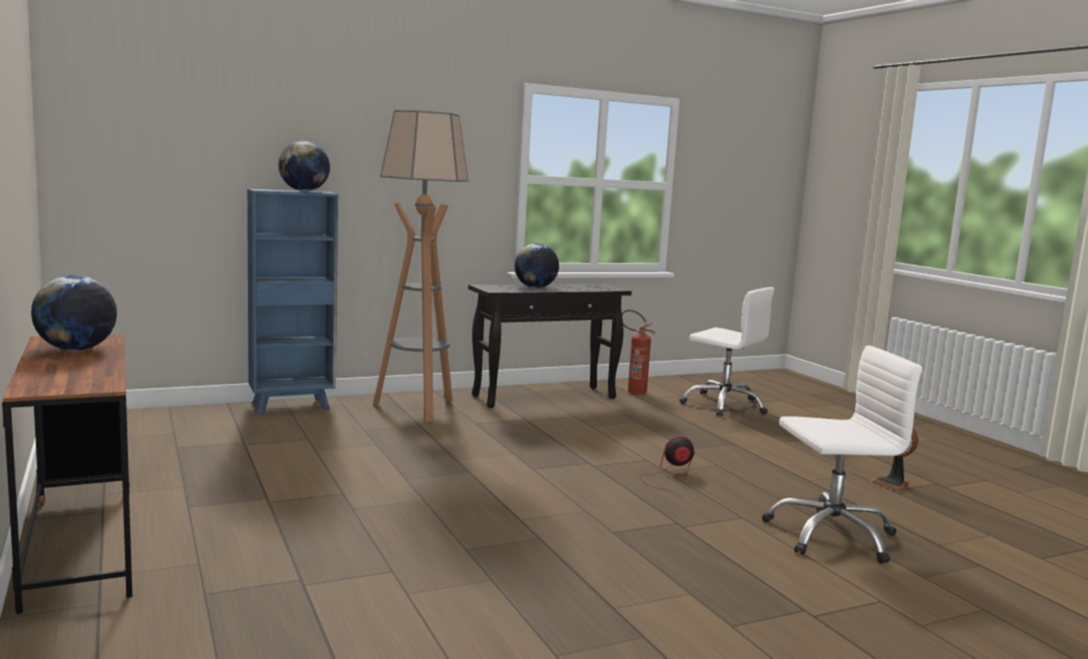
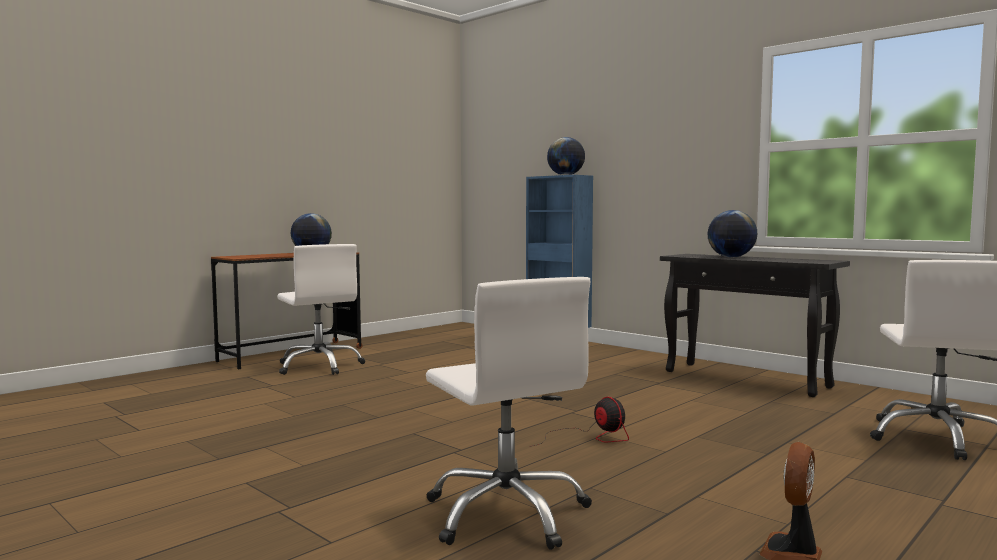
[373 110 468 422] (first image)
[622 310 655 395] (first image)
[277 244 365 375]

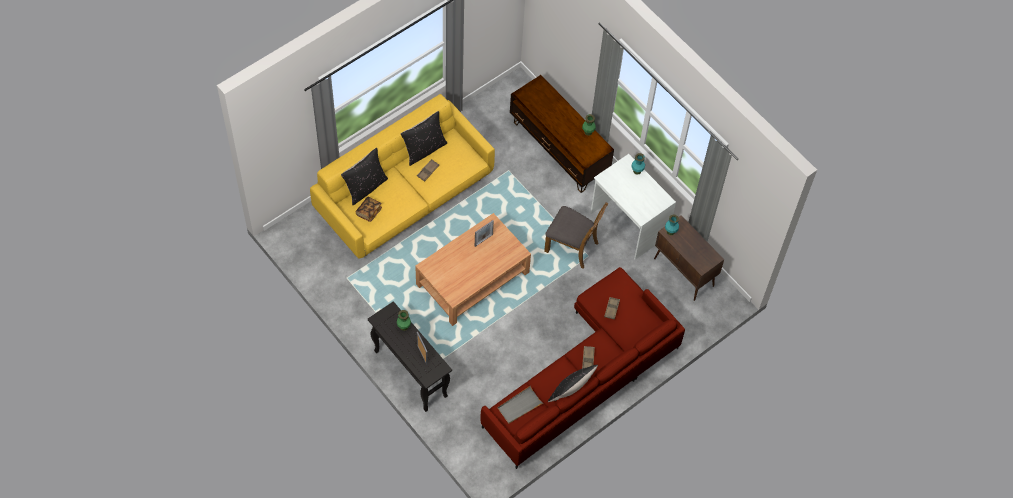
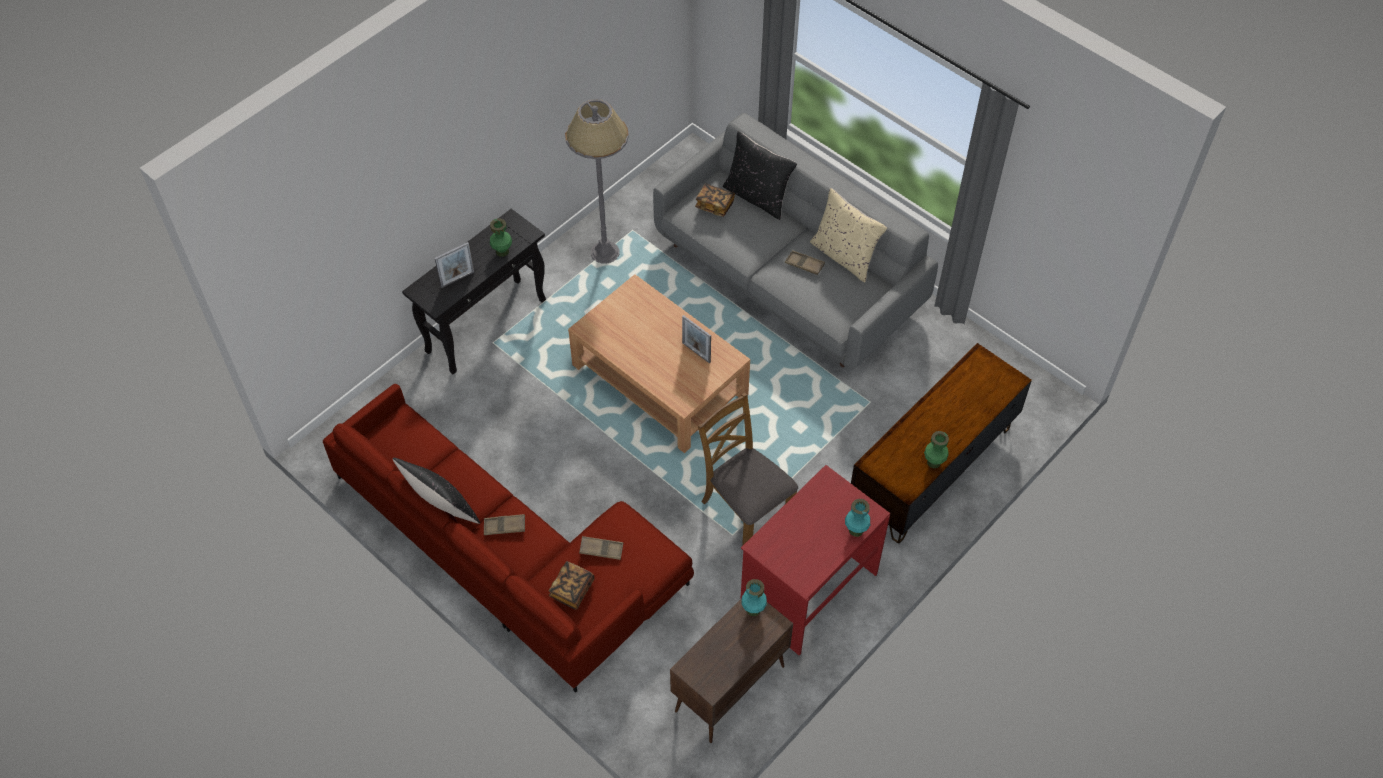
[498 385 543 424] (first image)
[549 561 594 610]
[565 99 629 263]
[653 113 938 369]
[810 188 887 283]
[741 465 890 656]
[698 393 798 546]

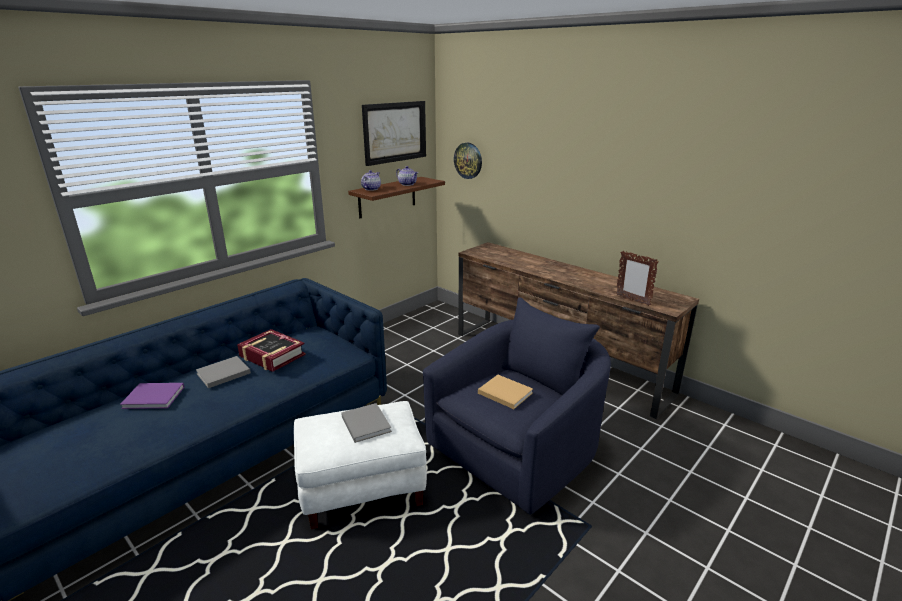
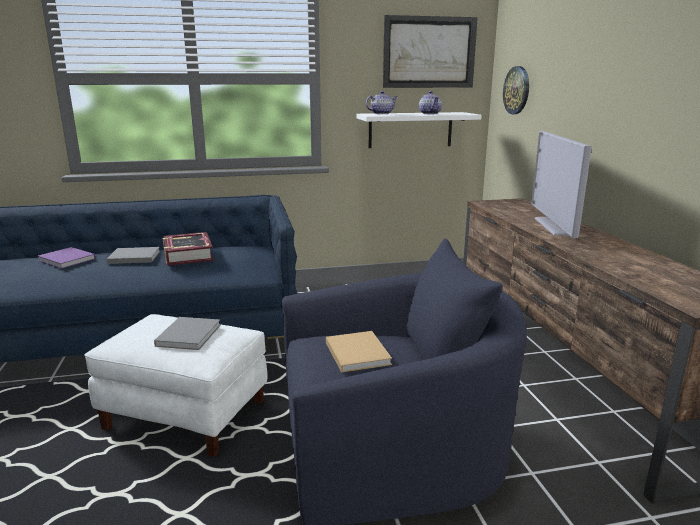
[616 251 659 306] (first image)
[531 131 592 238]
[356 112 481 148]

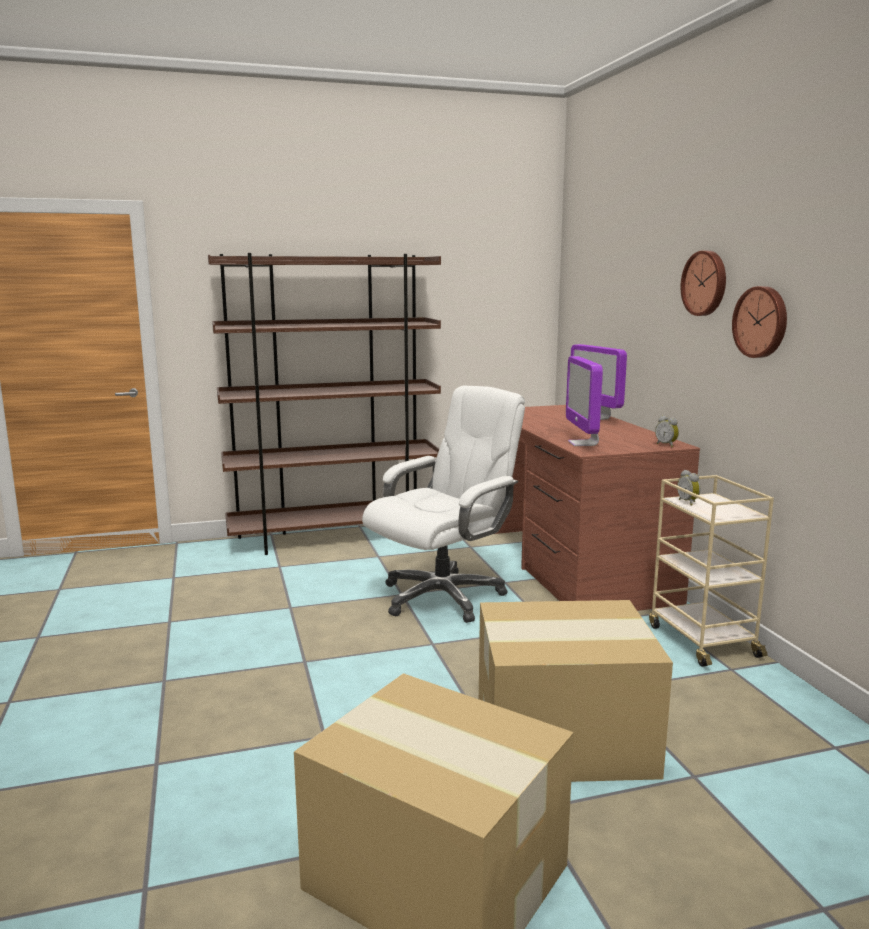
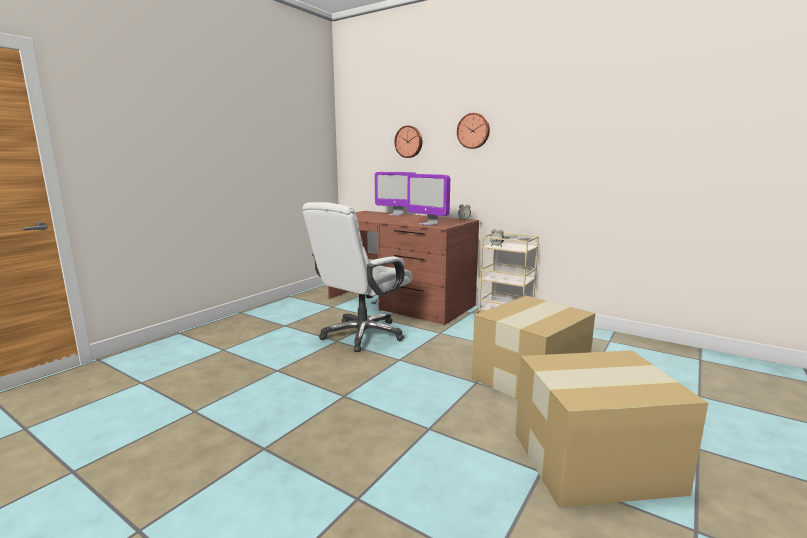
[208 253 441 555] (first image)
[394 126 423 158]
[303 202 412 352]

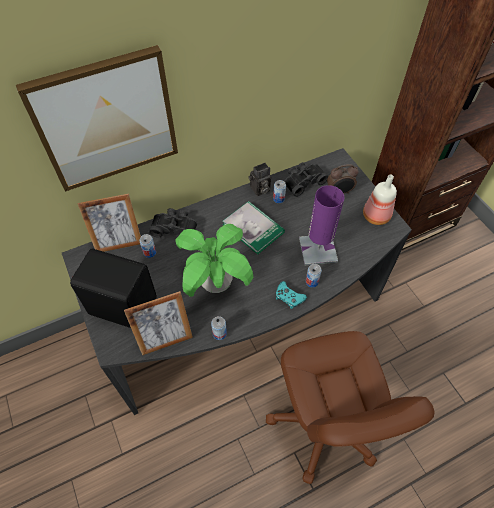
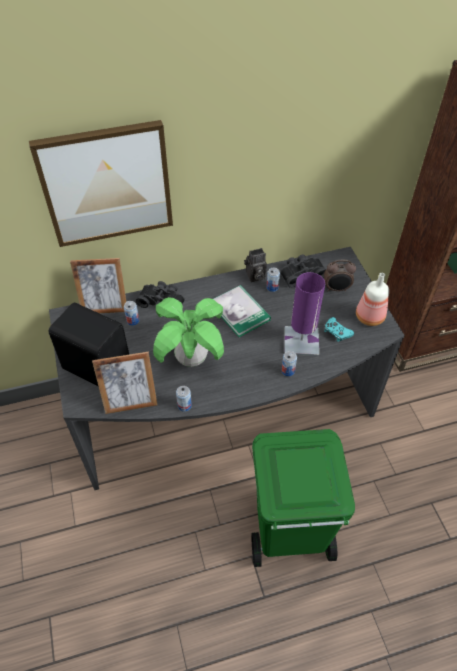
[324 317 354 342]
[251 429 355 567]

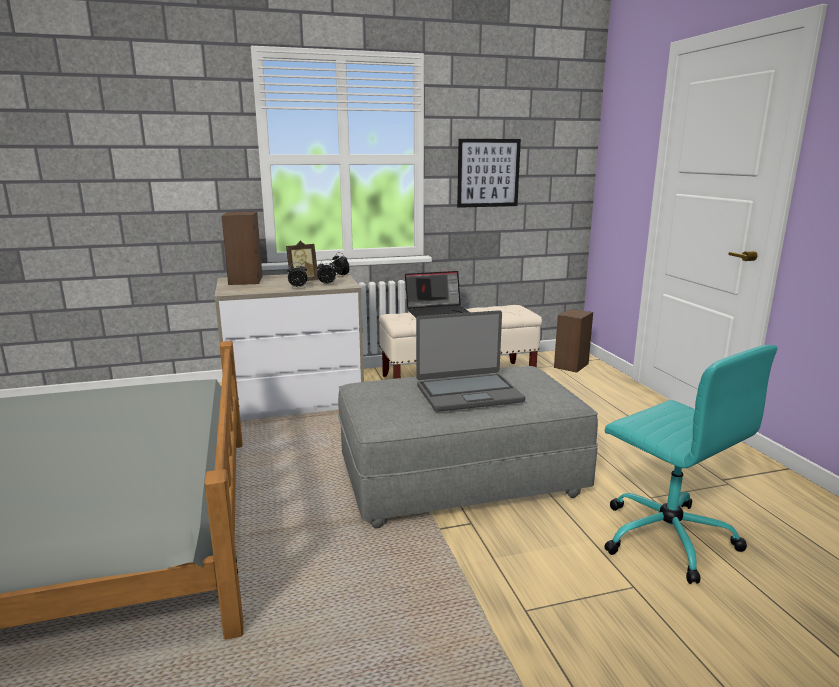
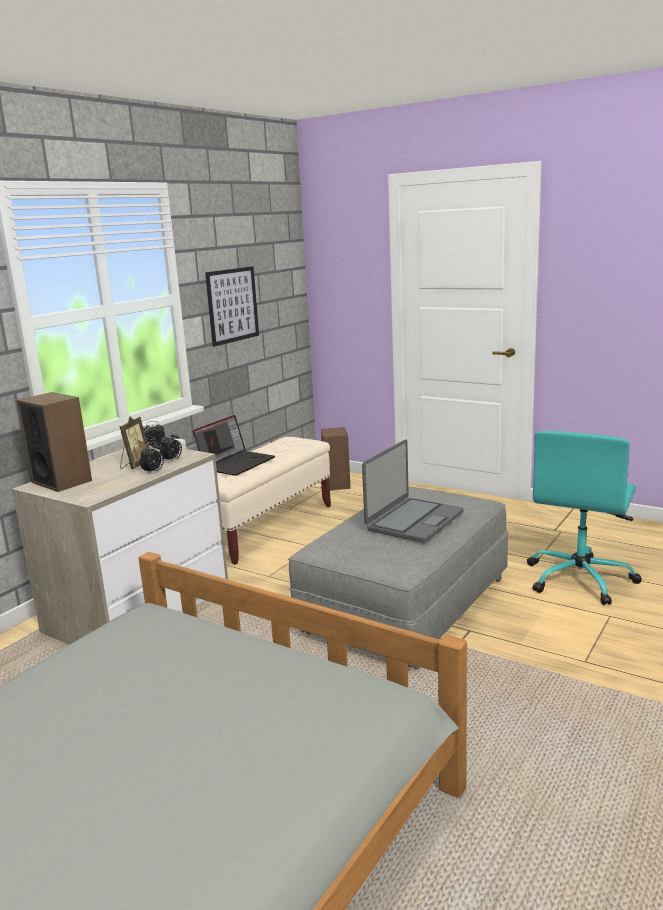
[527 431 642 605]

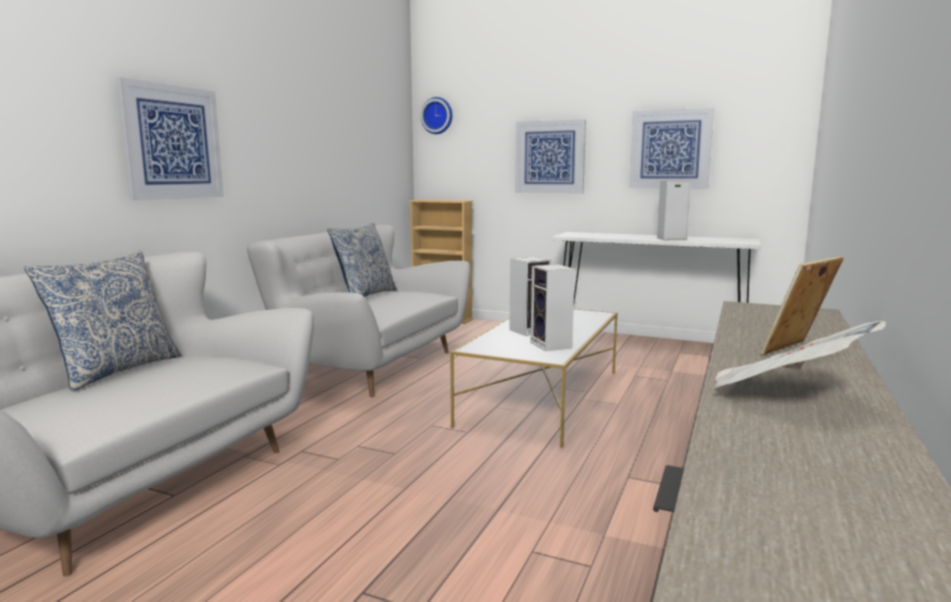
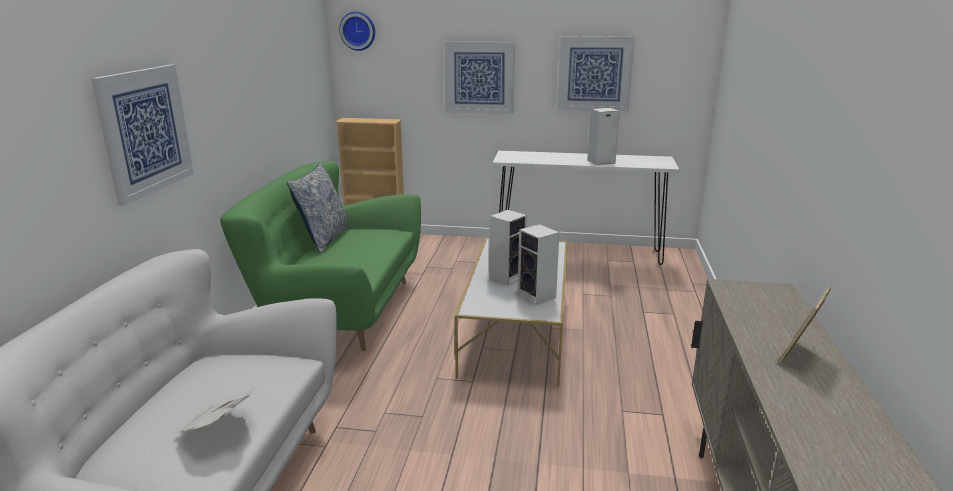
[24 251 182 391] (first image)
[177 387 259 433]
[220 161 421 351]

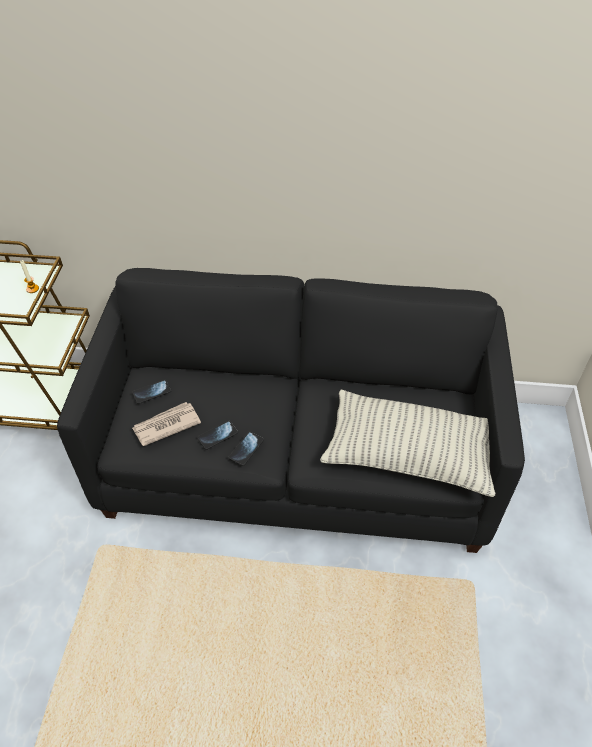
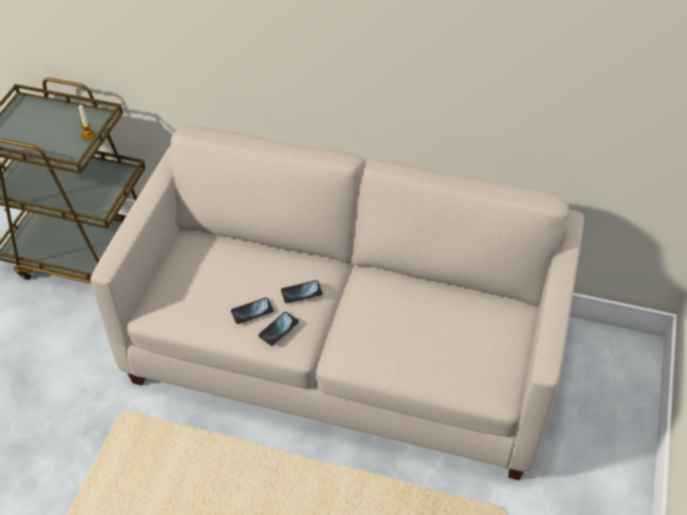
[132 402 201 446] (first image)
[320 390 496 497] (first image)
[281 280 323 303]
[91 125 584 480]

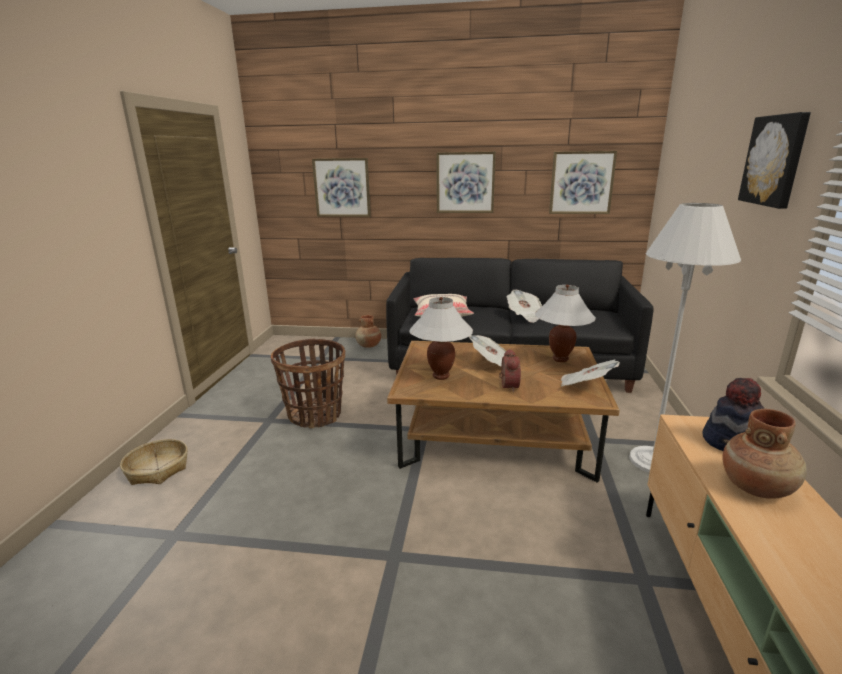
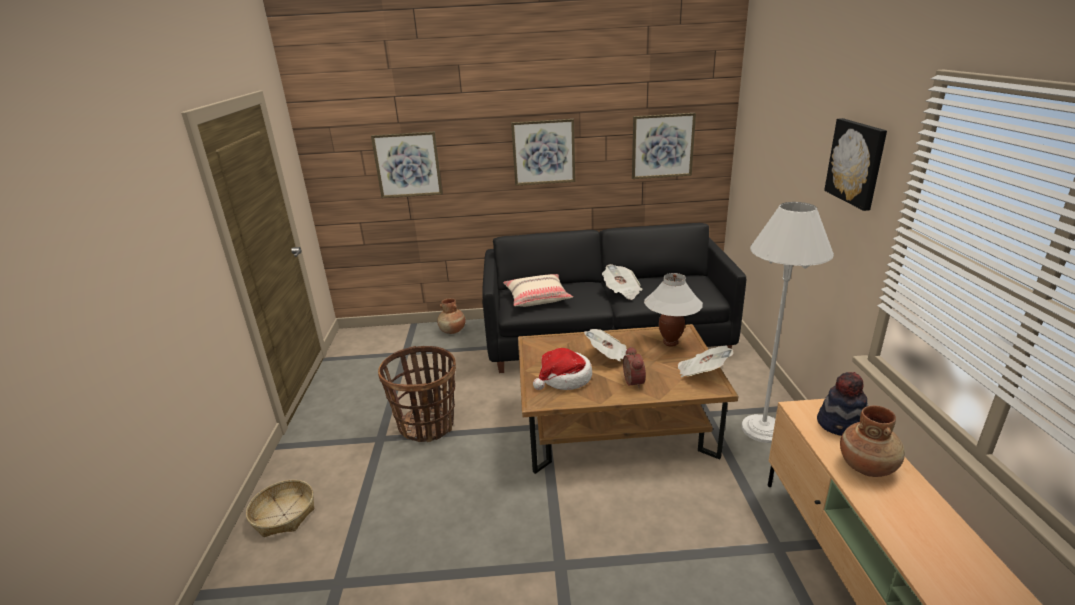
[533 348 592 390]

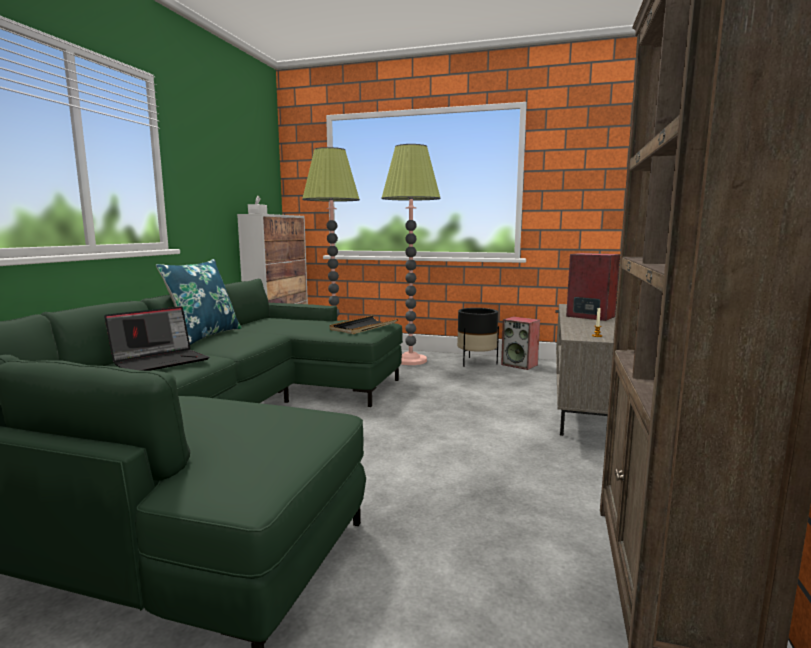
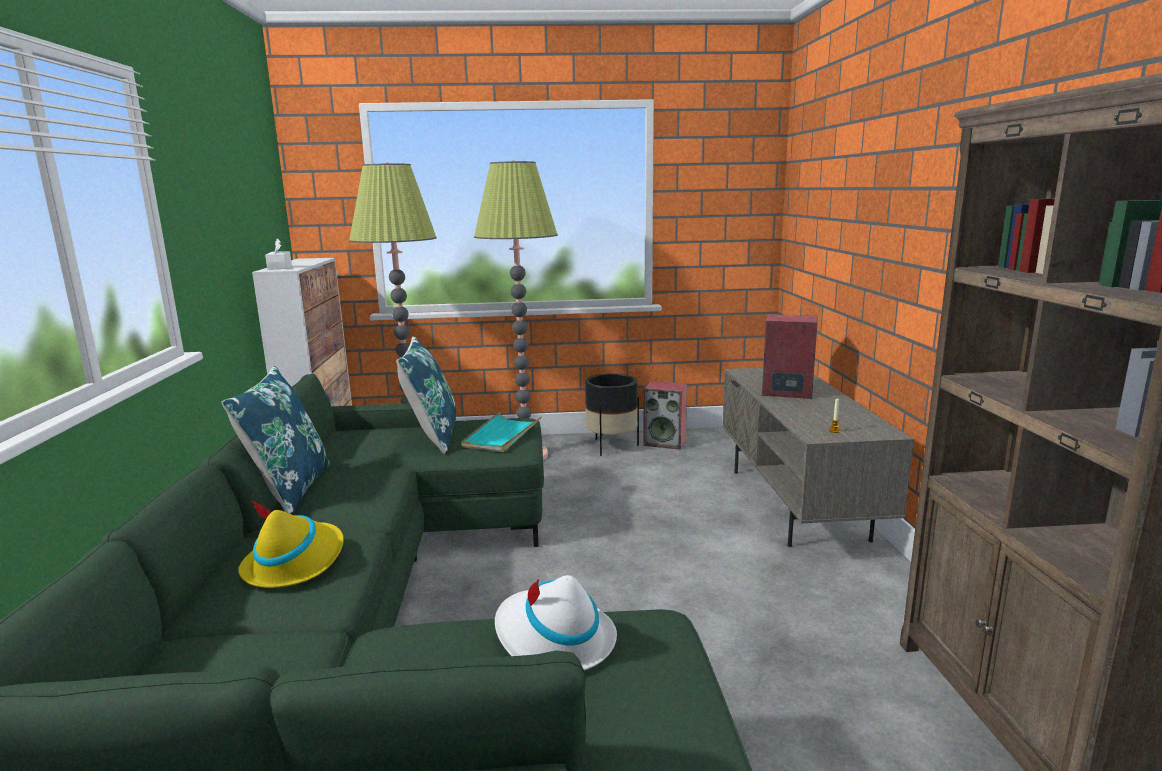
[397 336 456 455]
[495 575 617 671]
[238 499 344 588]
[461 412 542 452]

